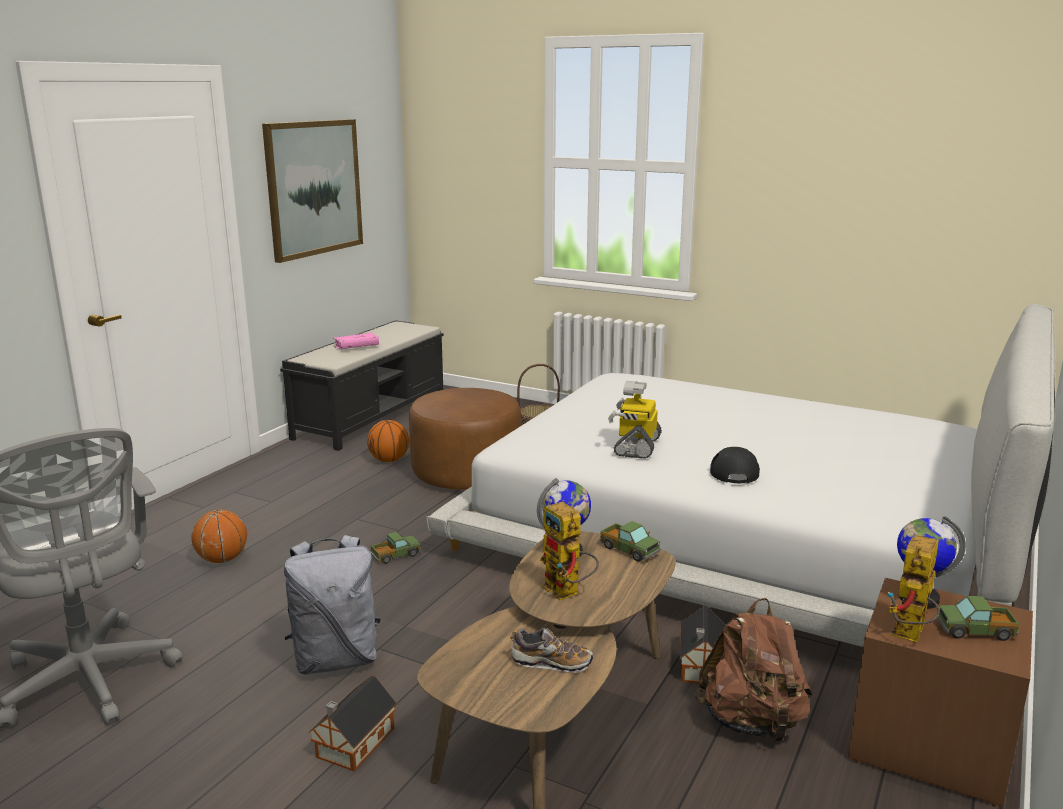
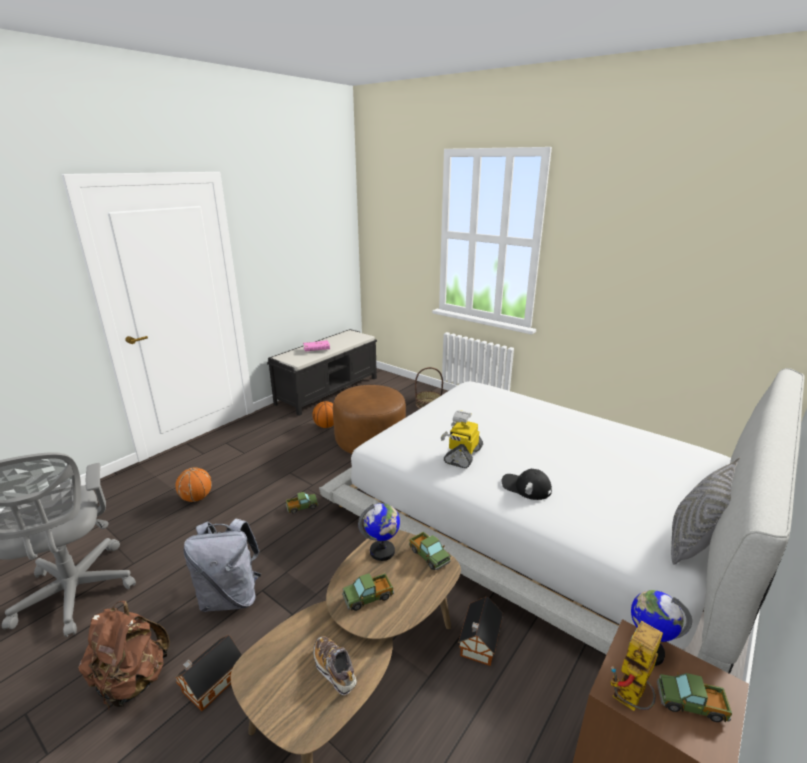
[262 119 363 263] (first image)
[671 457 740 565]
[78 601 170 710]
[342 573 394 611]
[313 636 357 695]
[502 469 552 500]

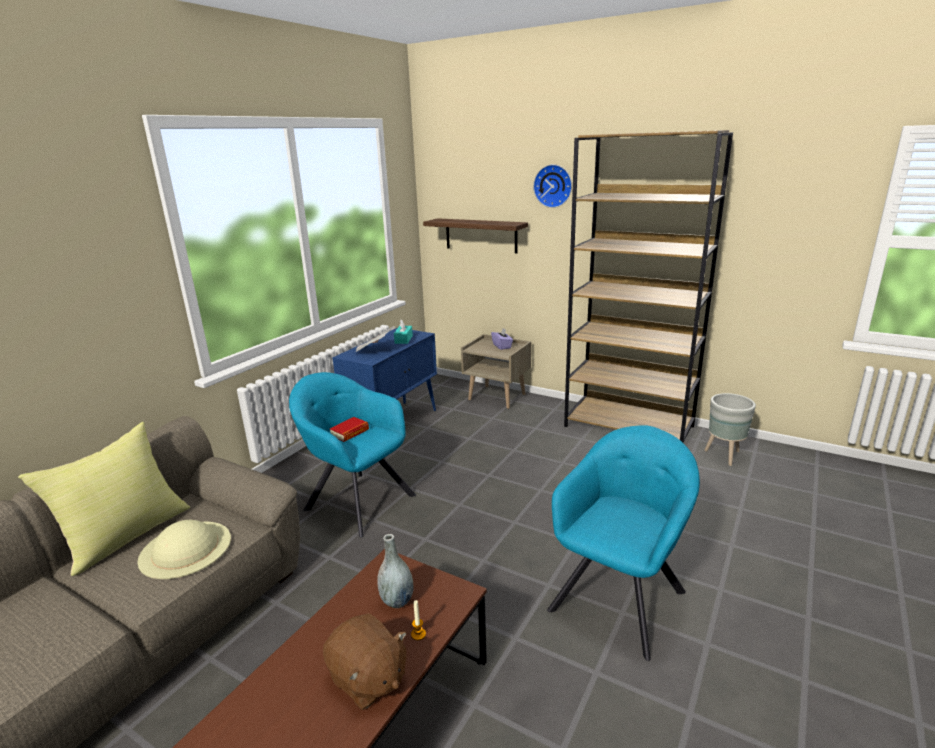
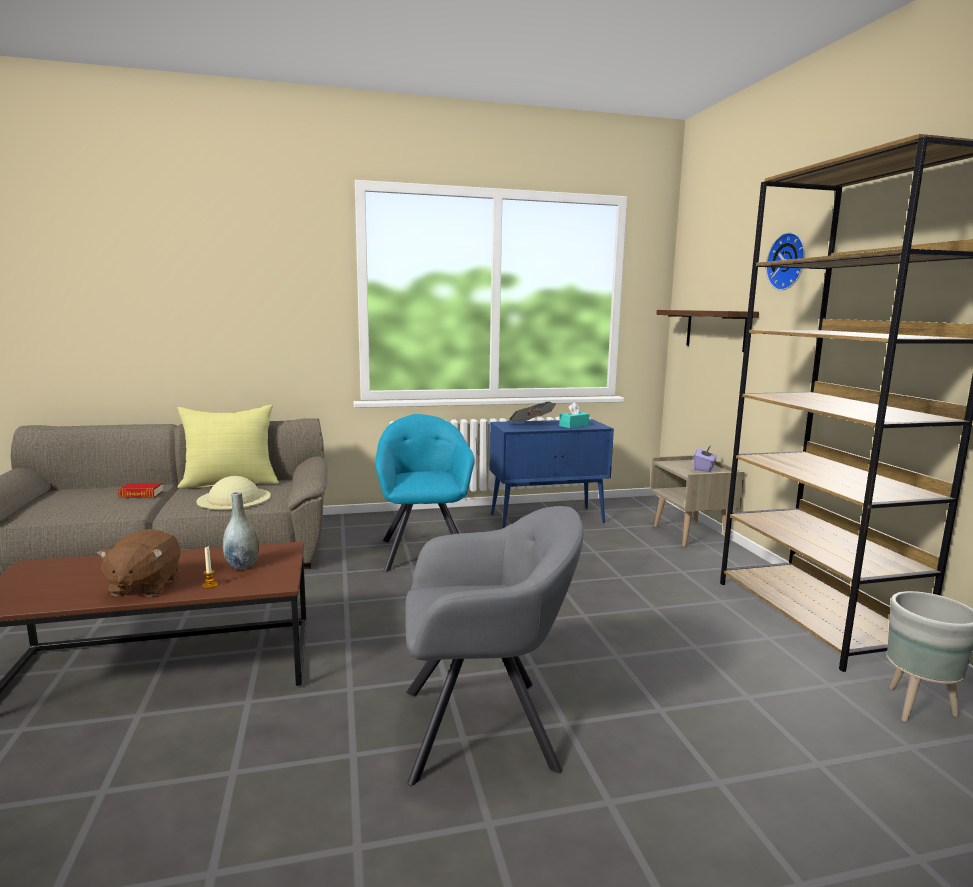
[118 483 163 498]
[405 506 584 786]

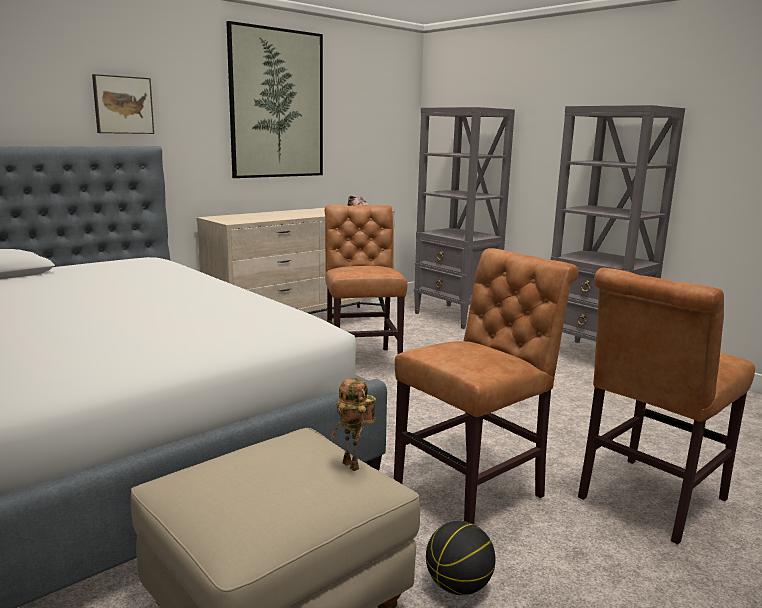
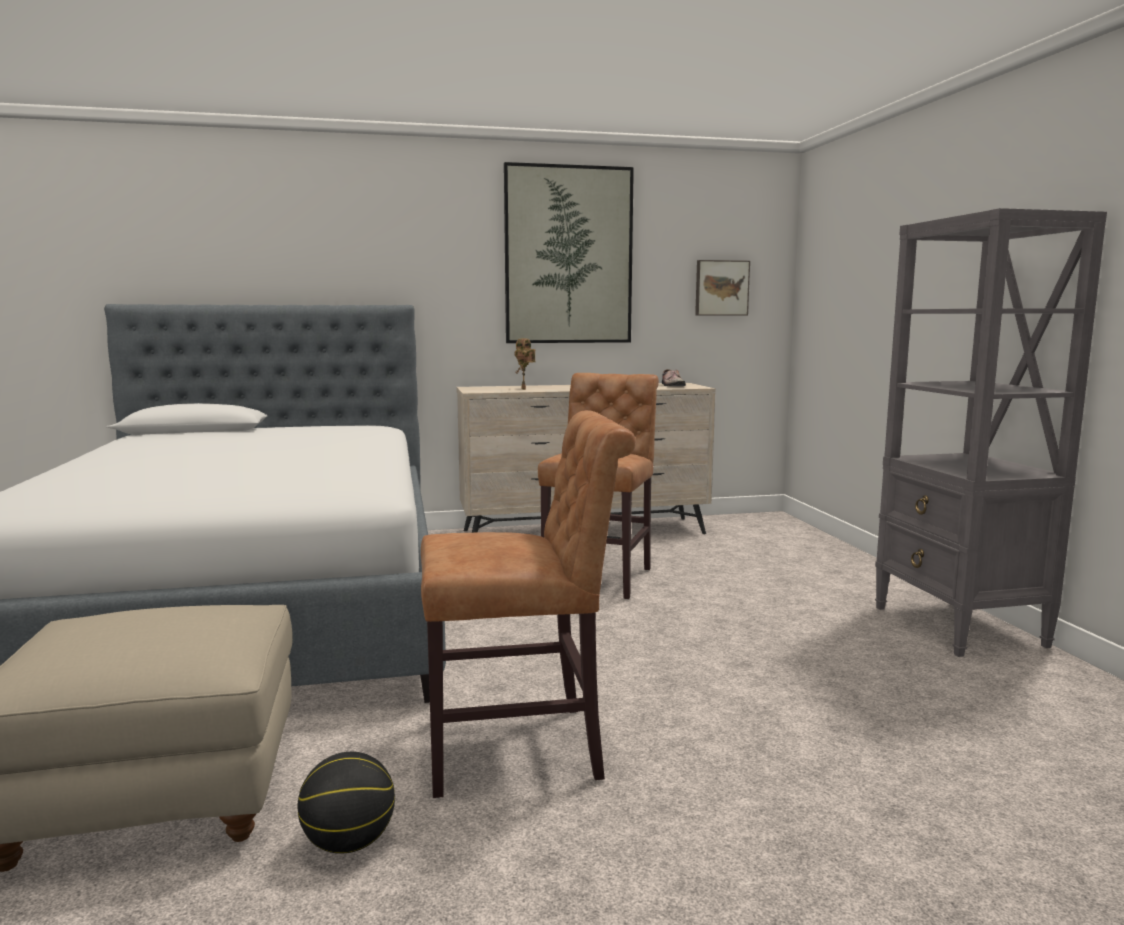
[414 107 515 329] (first image)
[578 268 755 544] (first image)
[695 260 750 315]
[514 338 536 390]

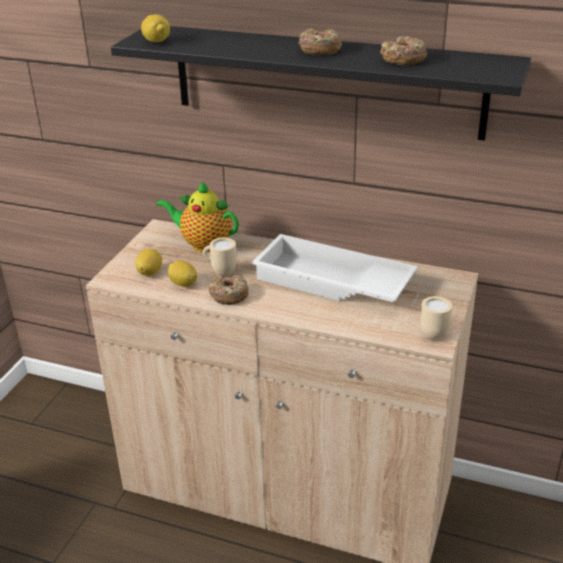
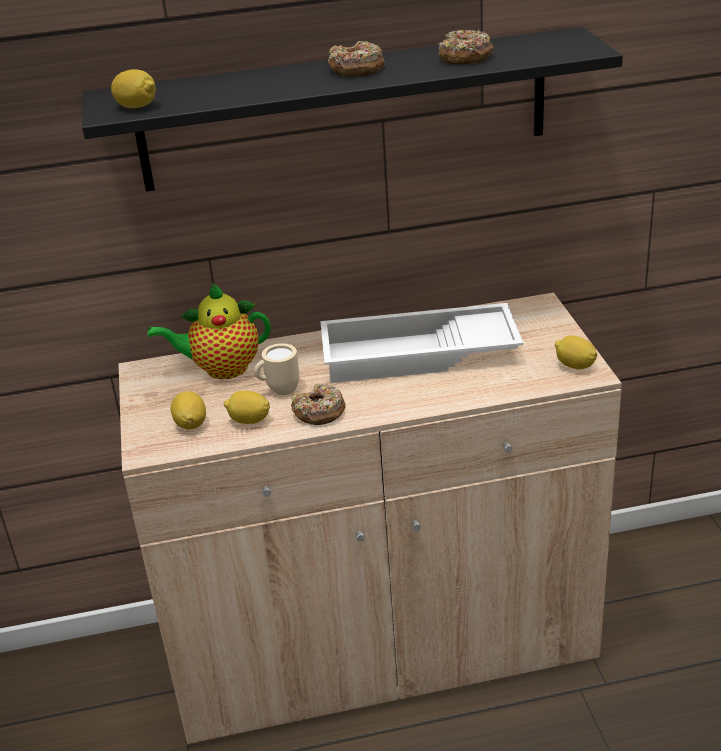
[555 335 597 369]

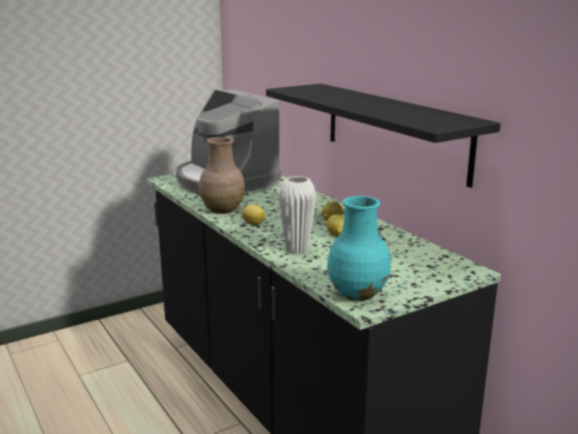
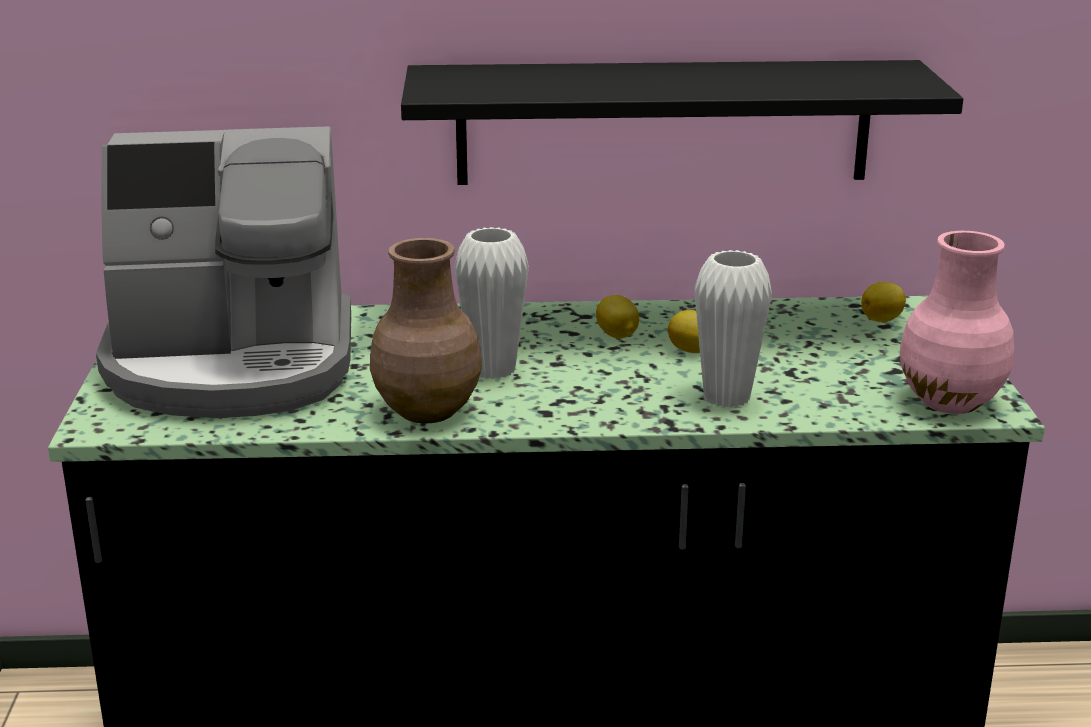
[454 227 529 379]
[861 282 906 322]
[899 231 1014 414]

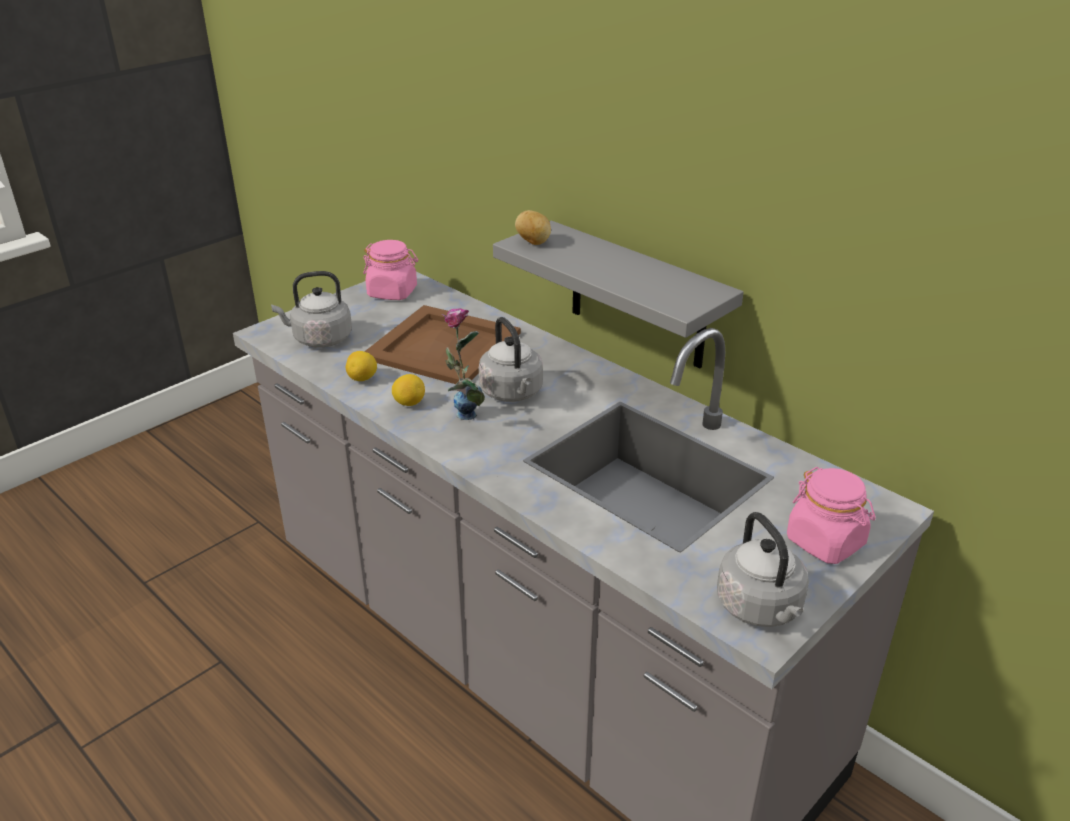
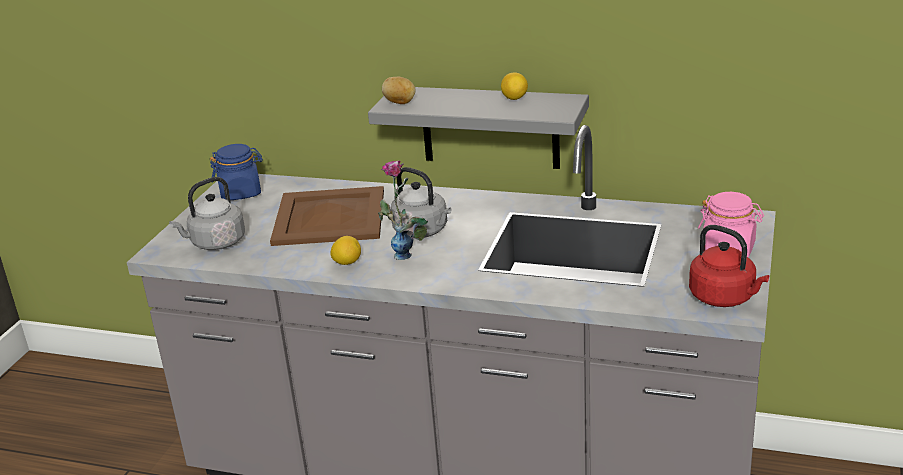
[501 72 528 100]
[210 144 263 200]
[689 225 769 307]

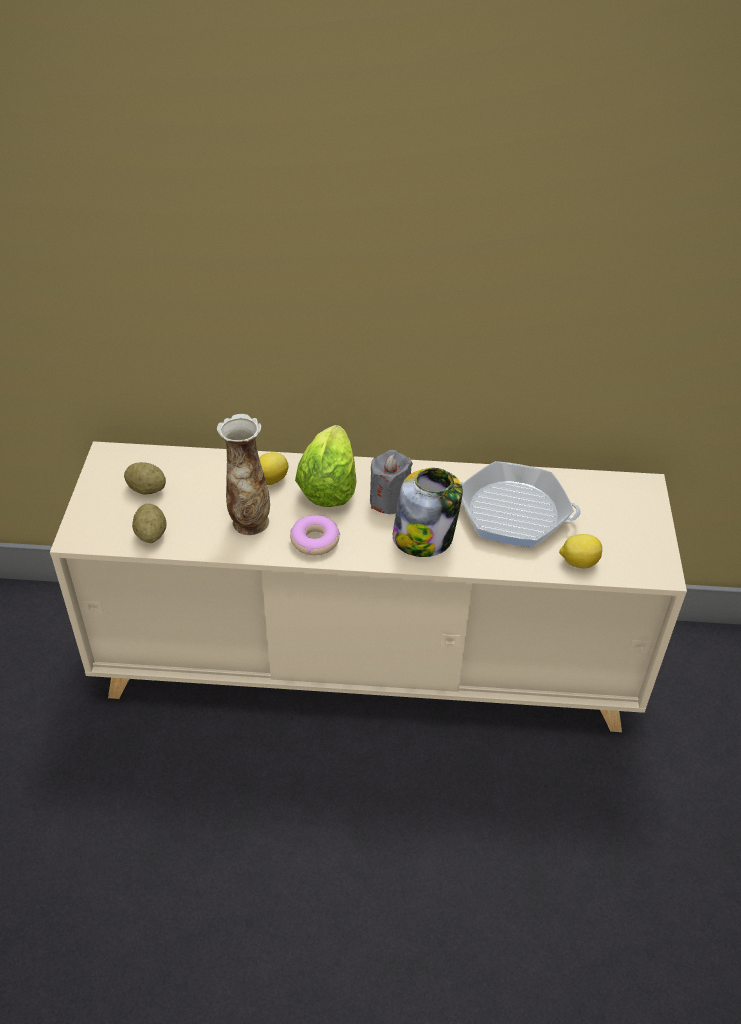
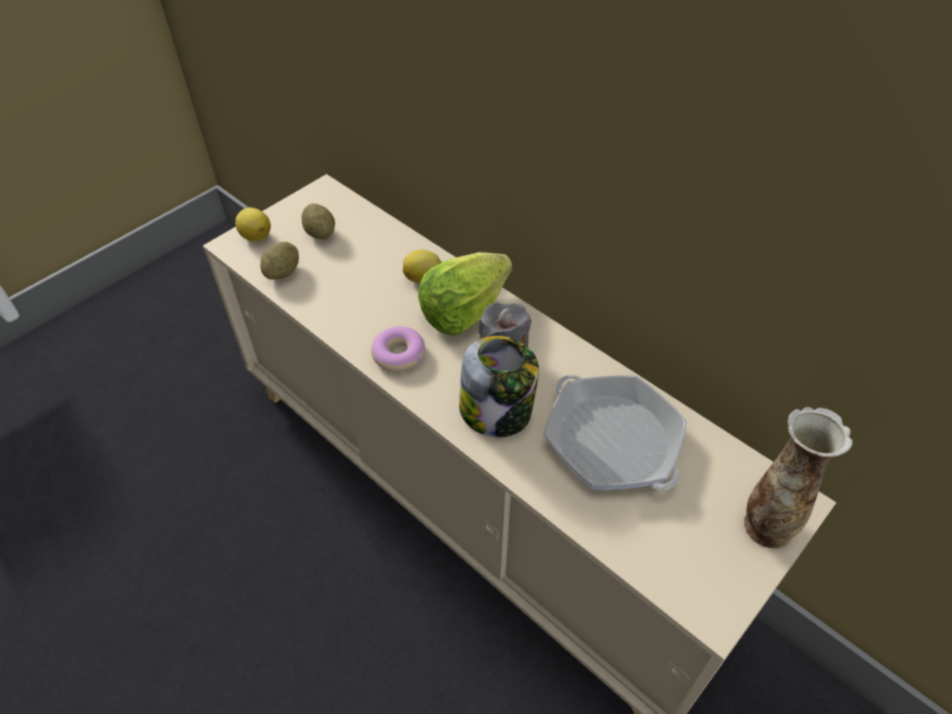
[744 407 853 548]
[235 207 271 241]

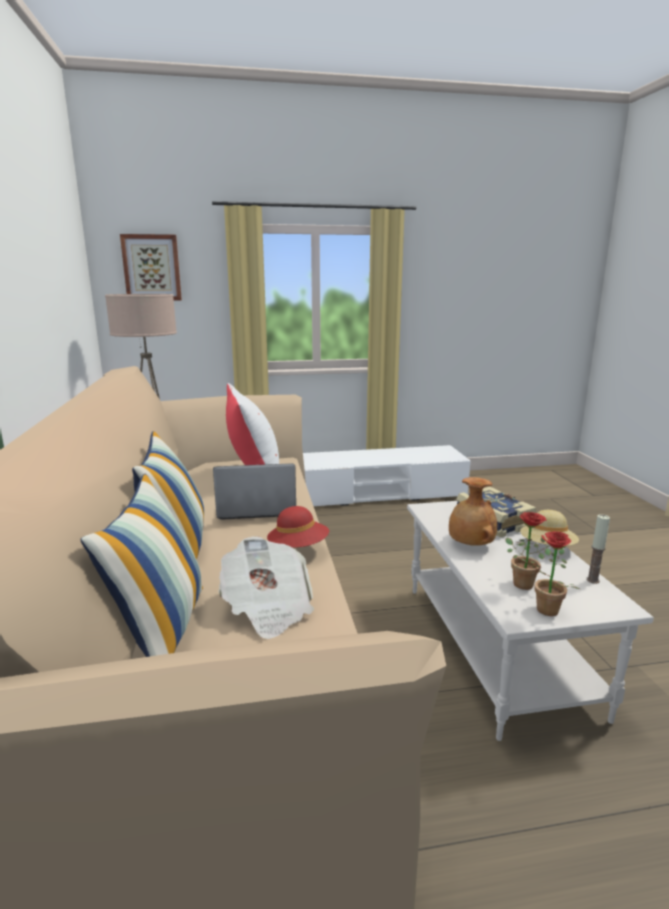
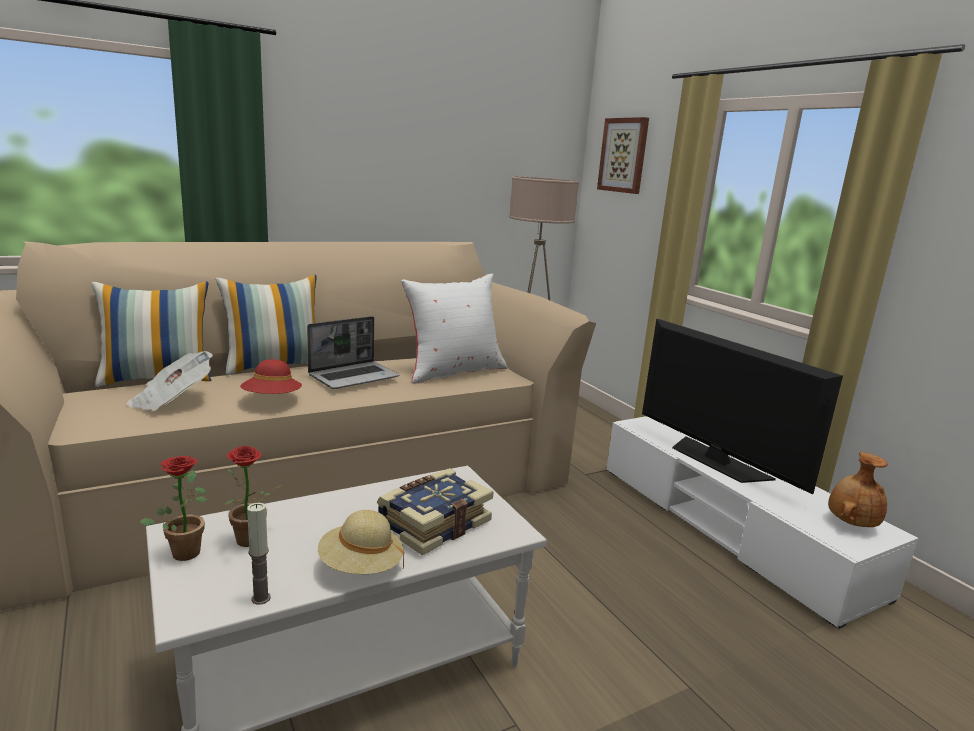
[642 319 843 494]
[828 452 888 527]
[307 316 400 389]

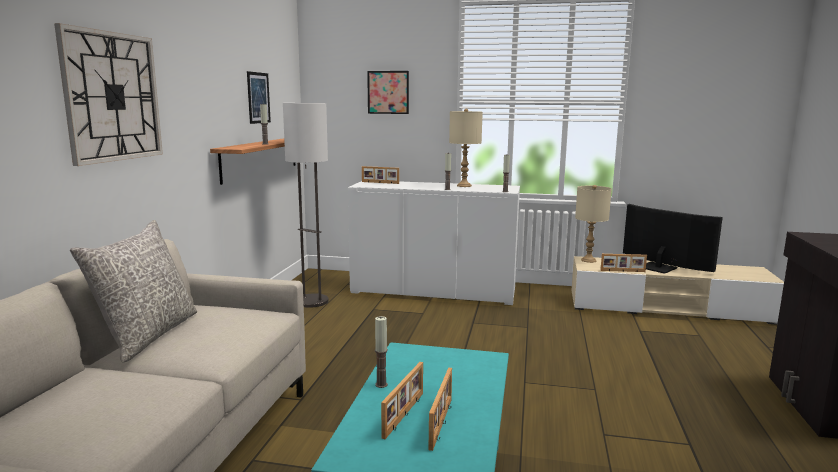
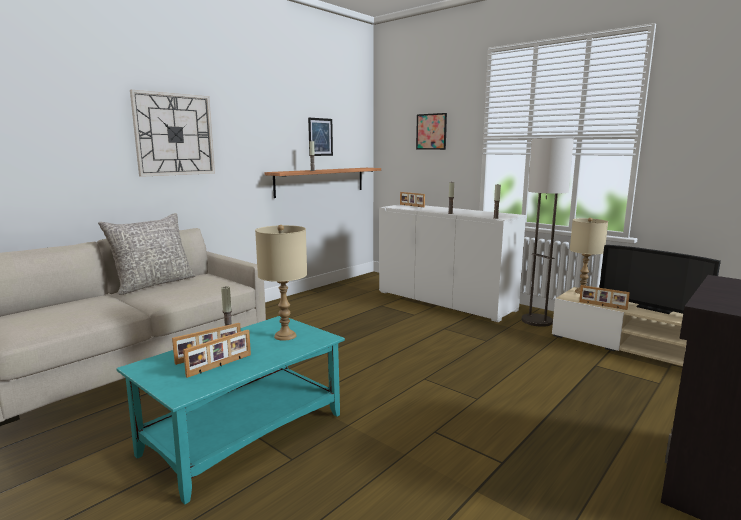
[522 138 574 327]
[255 225 307 341]
[599 245 721 314]

